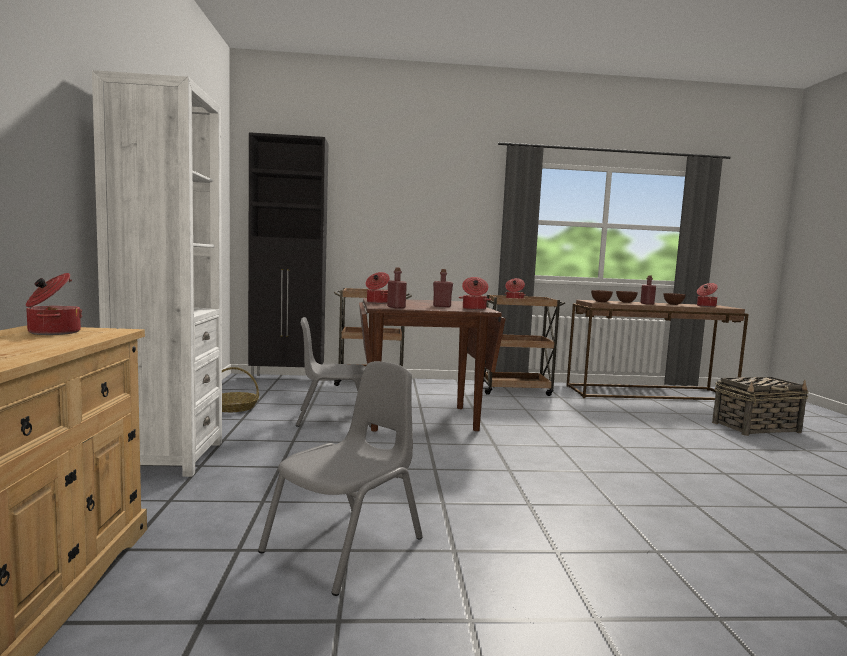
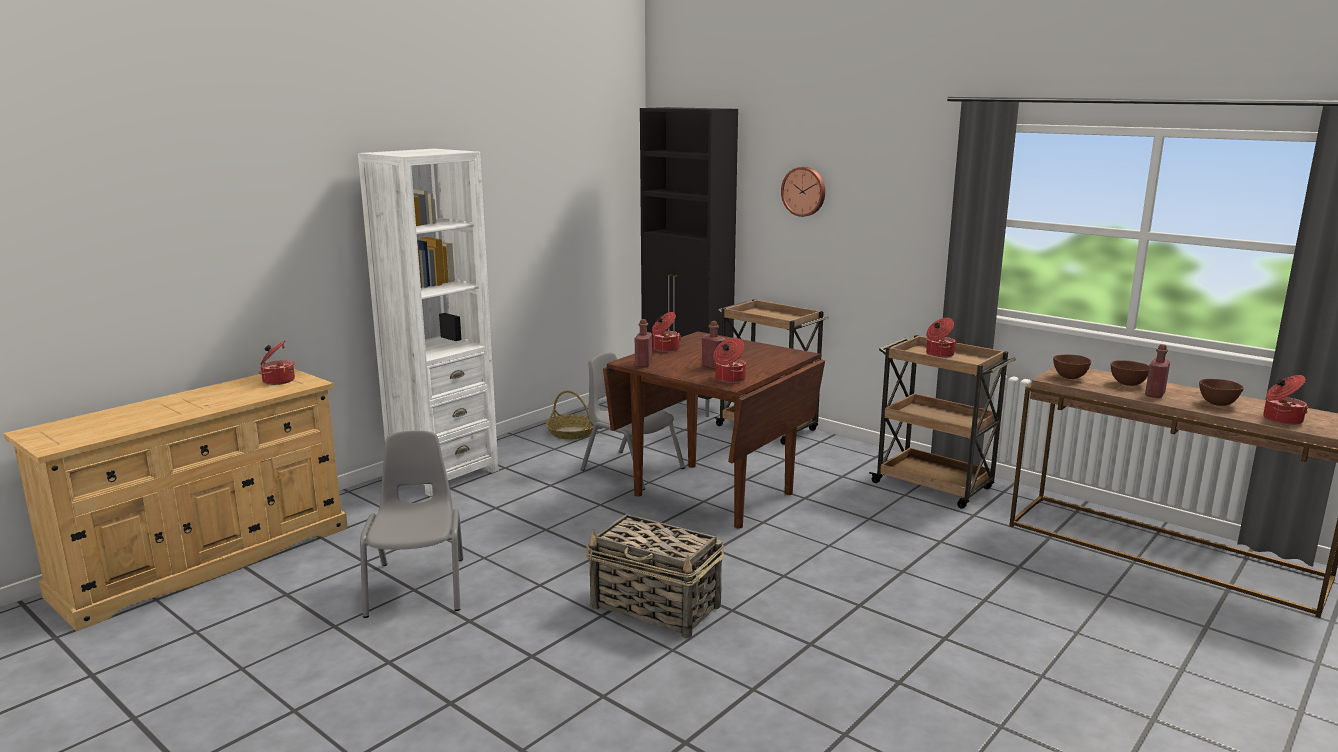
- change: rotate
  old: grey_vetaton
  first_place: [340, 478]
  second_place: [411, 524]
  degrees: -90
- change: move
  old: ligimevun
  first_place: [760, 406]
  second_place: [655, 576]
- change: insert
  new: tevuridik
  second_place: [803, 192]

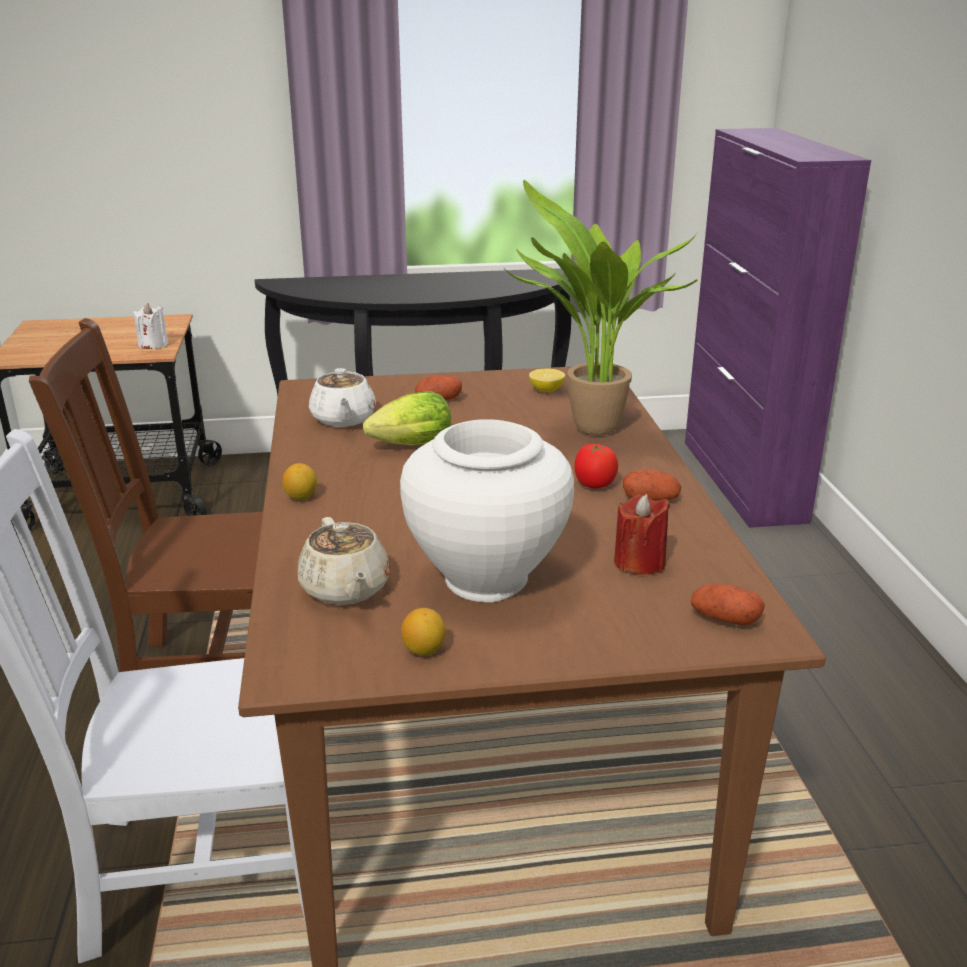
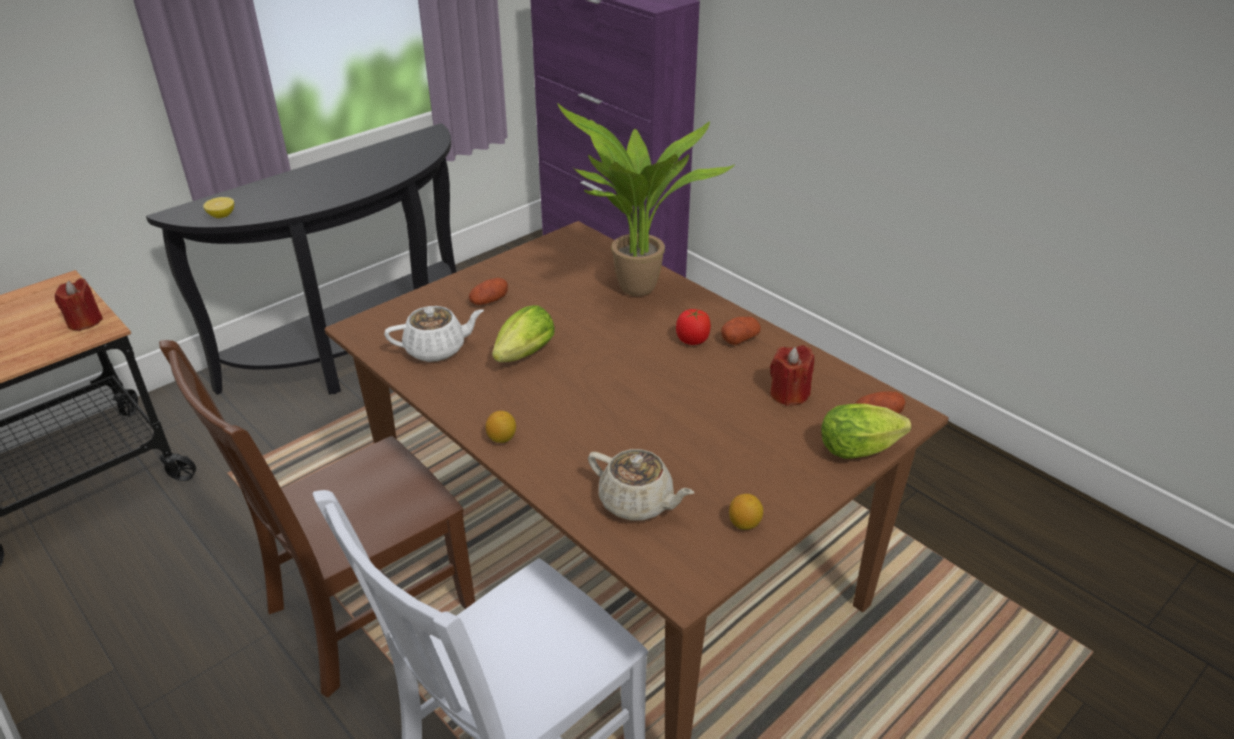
- change: recolor
  old: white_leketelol
  new: red_leketelol
  first_place: [150, 326]
  second_place: [79, 304]
- change: rotate
  old: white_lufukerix
  first_place: [342, 397]
  second_place: [434, 334]
  degrees: -60
- change: move
  old: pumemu
  first_place: [547, 380]
  second_place: [218, 207]
- change: delete
  old: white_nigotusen
  first_place: [487, 511]
- change: insert
  new: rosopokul
  second_place: [866, 431]

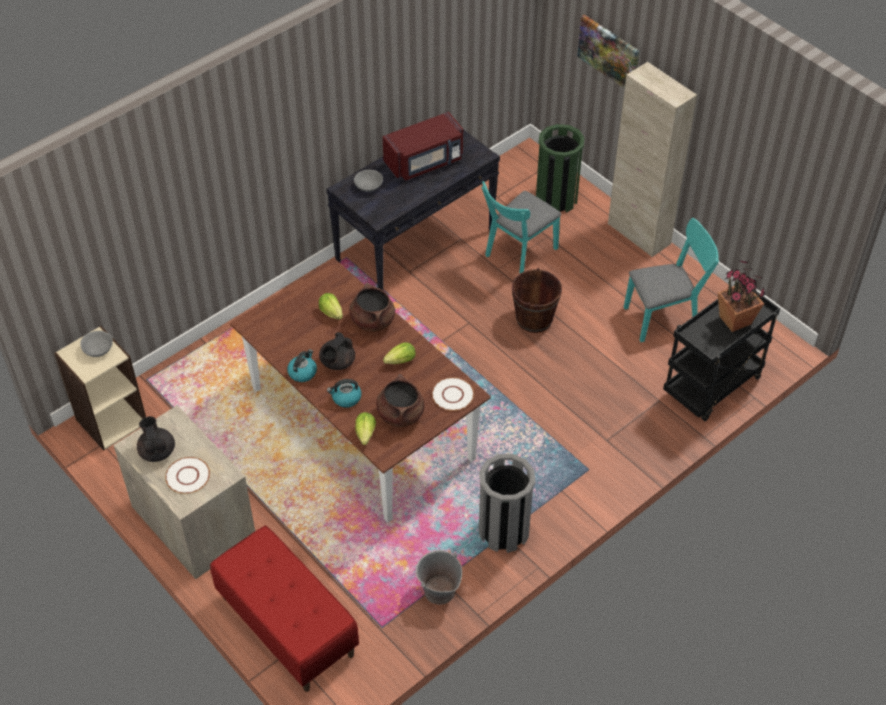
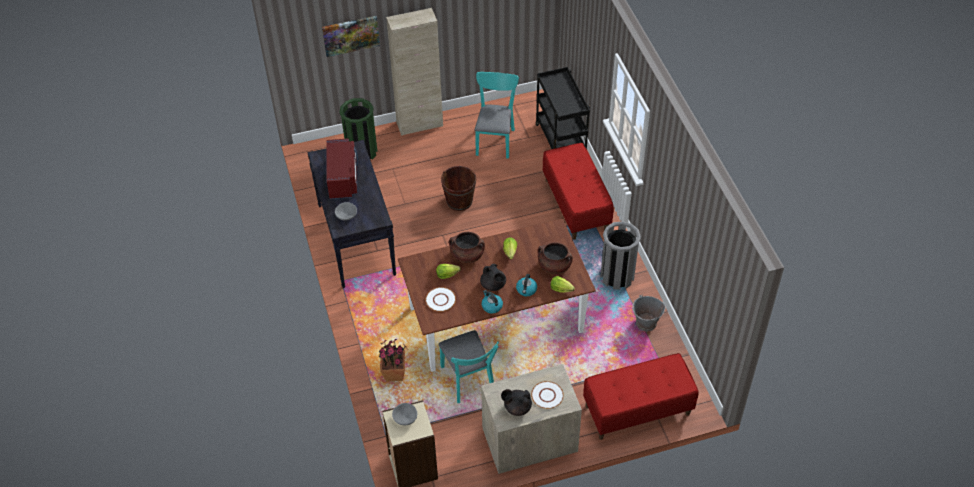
- change: move
  old: turquoise_vetaton
  first_place: [521, 227]
  second_place: [469, 366]
- change: move
  old: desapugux
  first_place: [741, 296]
  second_place: [392, 360]
- change: move
  old: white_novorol
  first_place: [453, 394]
  second_place: [441, 299]
- change: insert
  new: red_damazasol
  second_place: [578, 191]

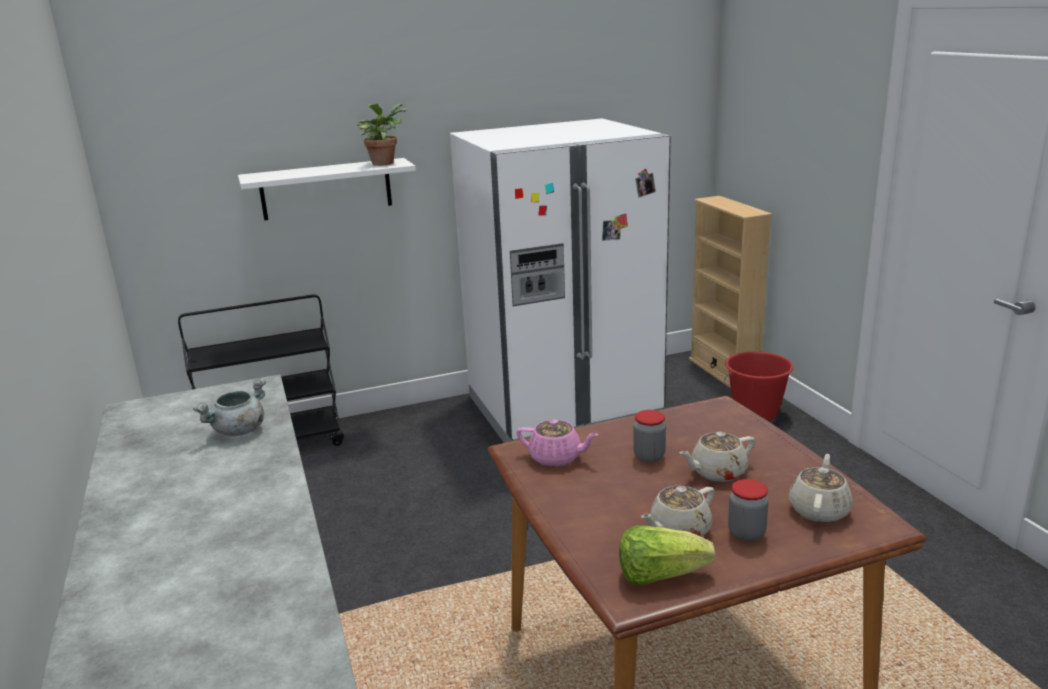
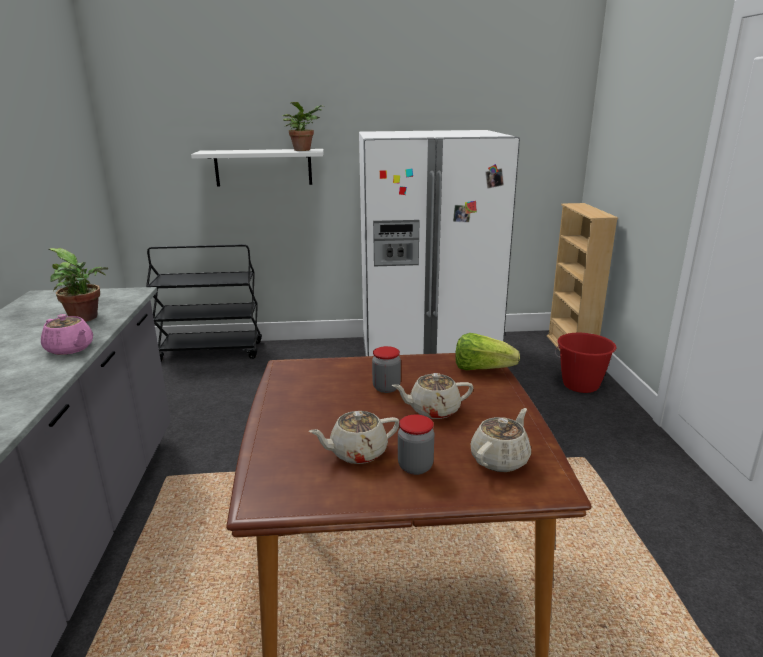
- change: replace
  old: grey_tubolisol
  new: desapugux
  first_place: [229, 407]
  second_place: [78, 285]
- change: move
  old: pink_lufukerix
  first_place: [558, 443]
  second_place: [67, 334]
- change: move
  old: rosopokul
  first_place: [667, 555]
  second_place: [487, 351]

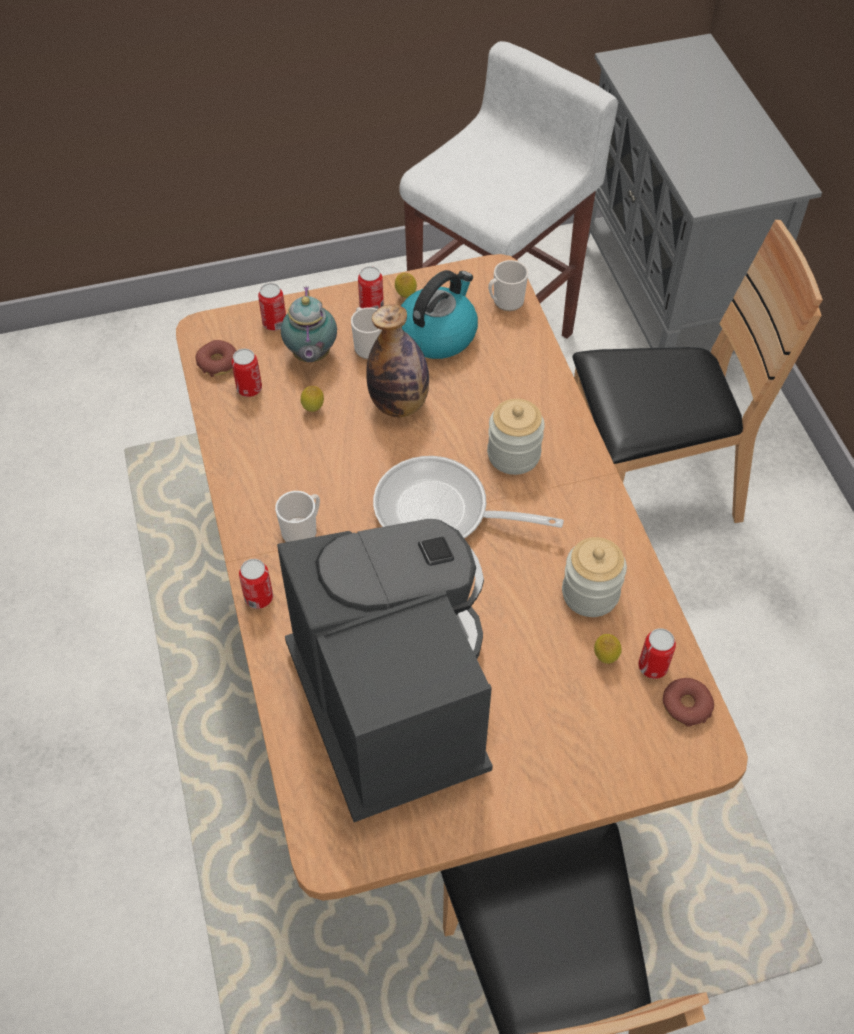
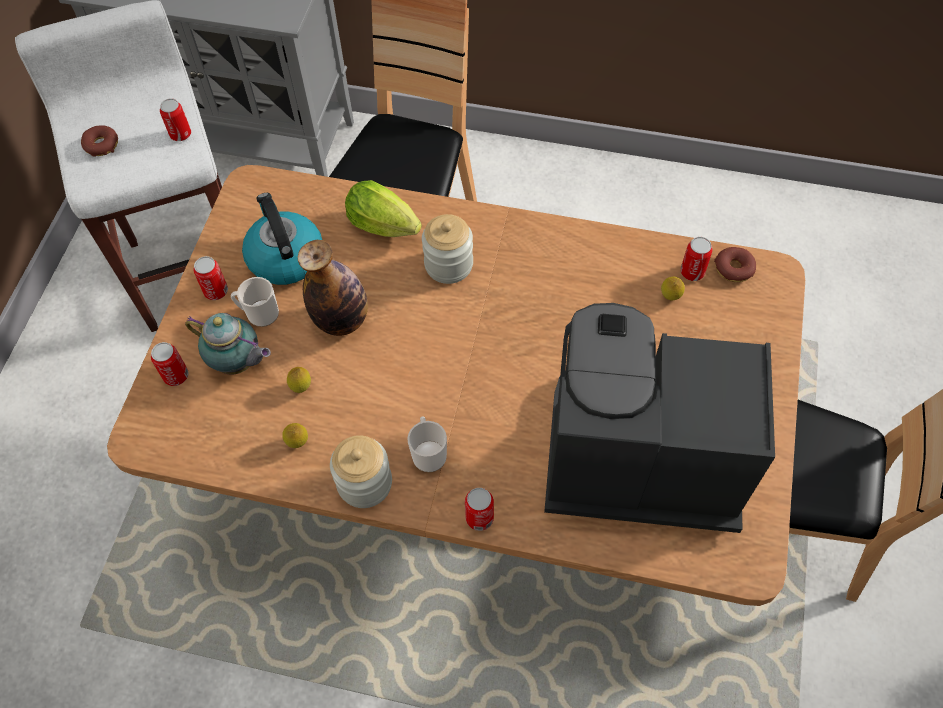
- change: delete
  old: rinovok
  first_place: [508, 285]
- change: move
  old: pumemu
  first_place: [406, 285]
  second_place: [295, 435]
- change: move
  old: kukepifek
  first_place: [216, 358]
  second_place: [99, 141]
- change: move
  old: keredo
  first_place: [247, 373]
  second_place: [175, 120]
- change: delete
  old: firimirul
  first_place: [468, 497]
- change: move
  old: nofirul
  first_place: [594, 577]
  second_place: [361, 471]
- change: insert
  new: rosopokul
  second_place: [383, 208]

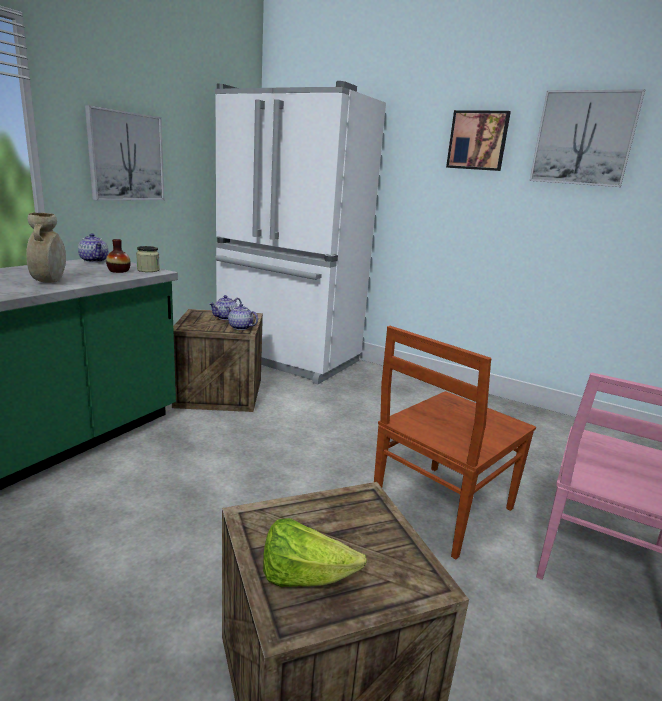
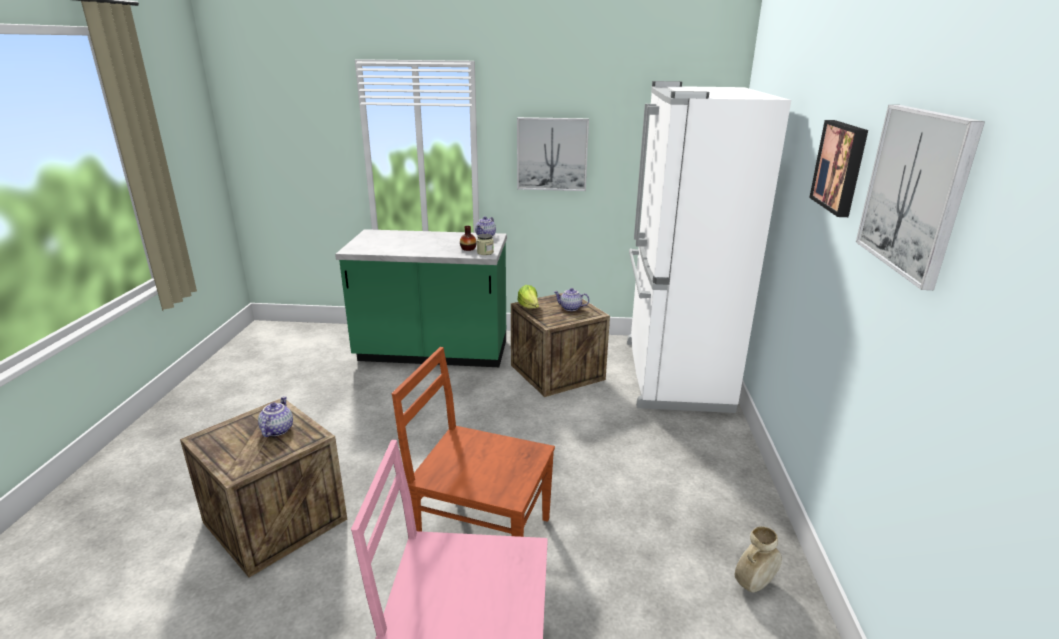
- change: move
  old: beige_nigotusen
  first_place: [46, 248]
  second_place: [758, 559]
- change: move
  old: lufukerix
  first_place: [241, 317]
  second_place: [275, 416]
- change: move
  old: rosopokul
  first_place: [315, 552]
  second_place: [528, 297]

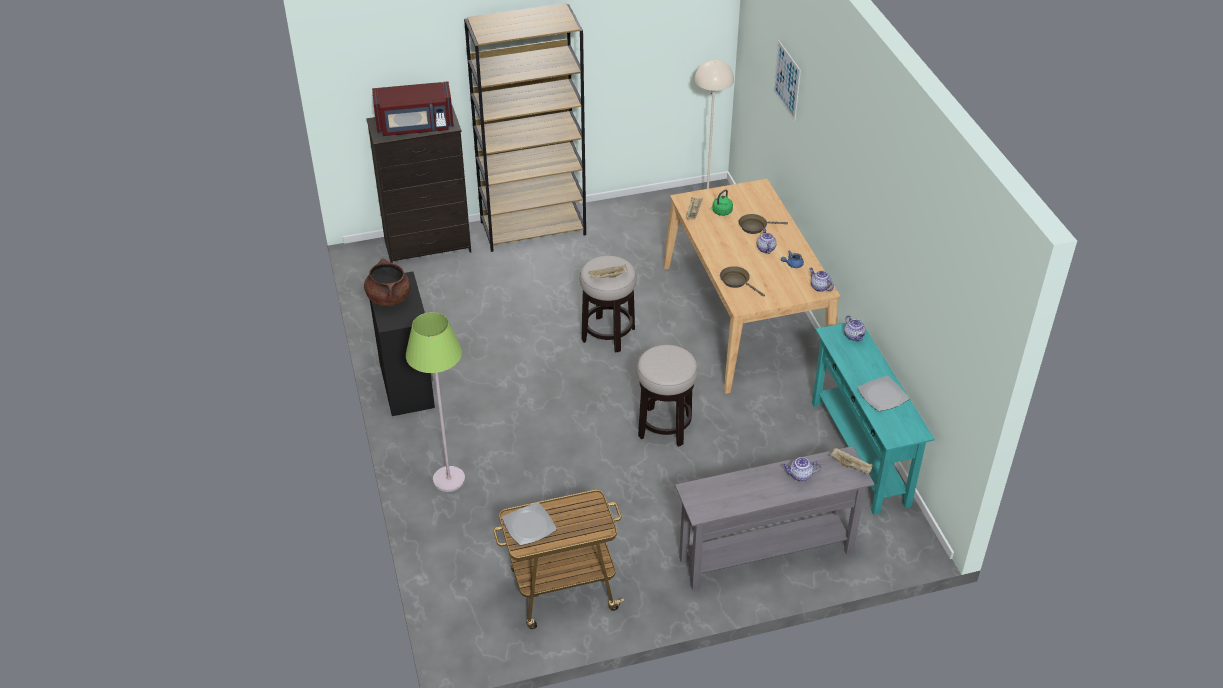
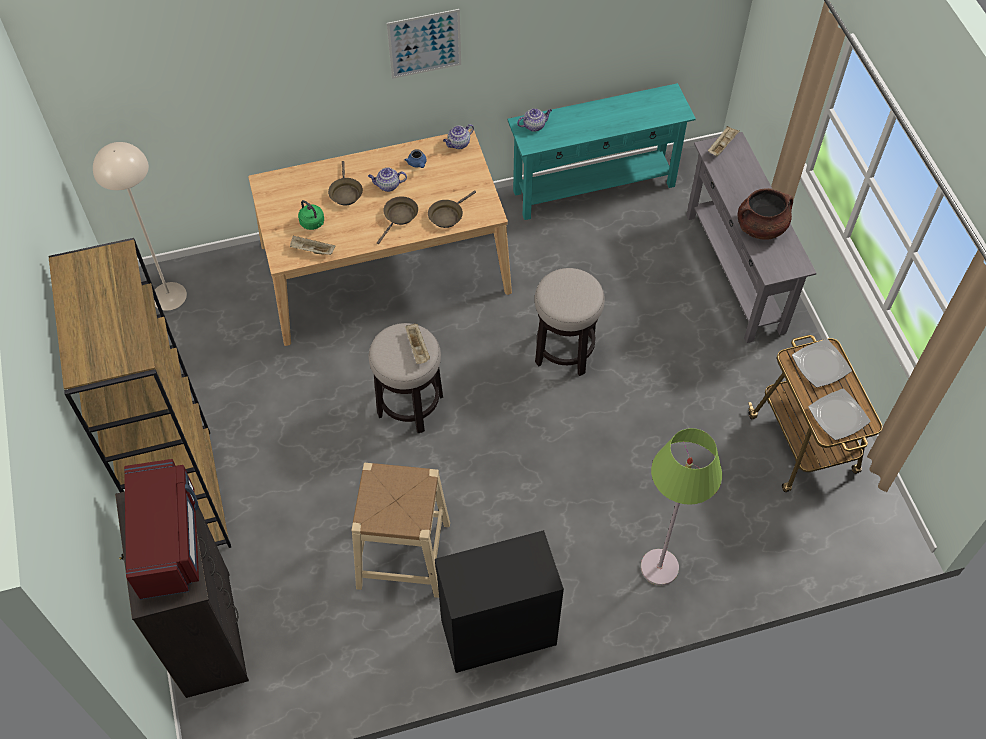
- change: move
  old: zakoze
  first_place: [787, 81]
  second_place: [424, 44]
- change: move
  old: brown_tubolisol
  first_place: [387, 282]
  second_place: [765, 214]
- change: move
  old: novorol
  first_place: [883, 393]
  second_place: [822, 363]
- change: delete
  old: lufukerix
  first_place: [802, 469]
- change: insert
  new: brown_firimirul
  second_place: [397, 220]
- change: insert
  new: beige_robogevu
  second_place: [400, 530]

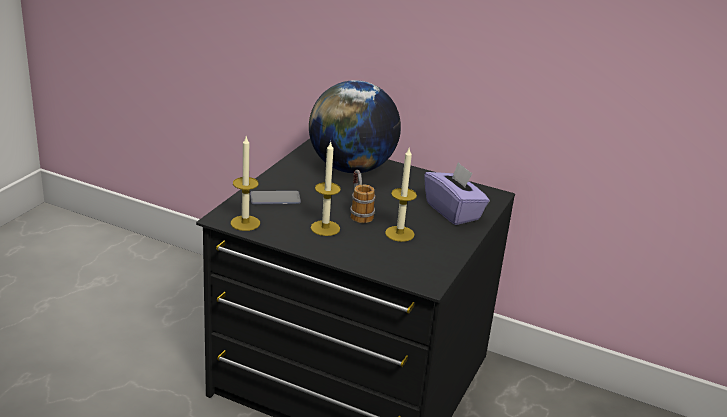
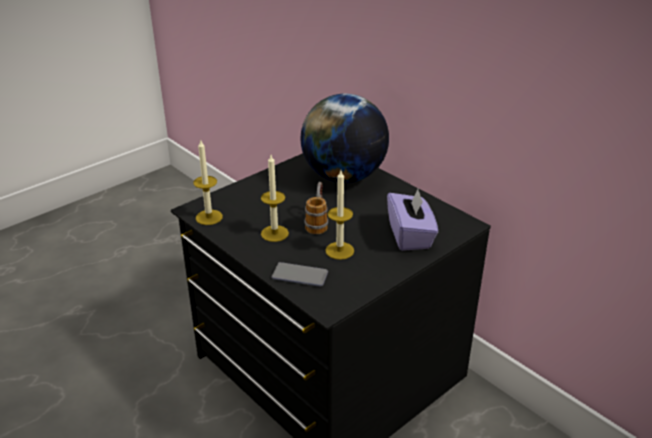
- change: move
  old: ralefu
  first_place: [275, 198]
  second_place: [299, 274]

